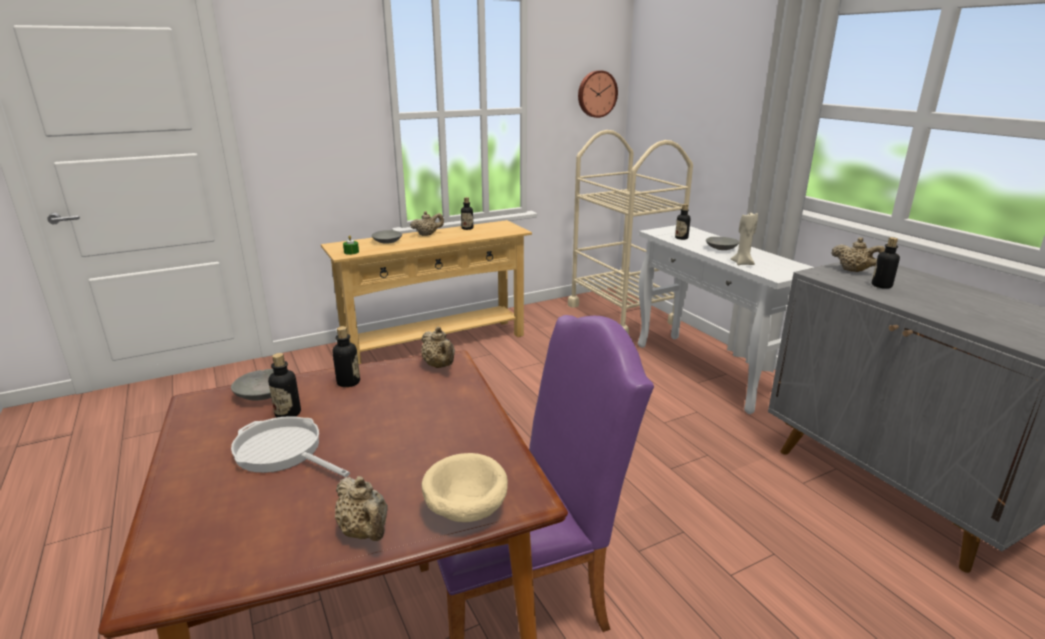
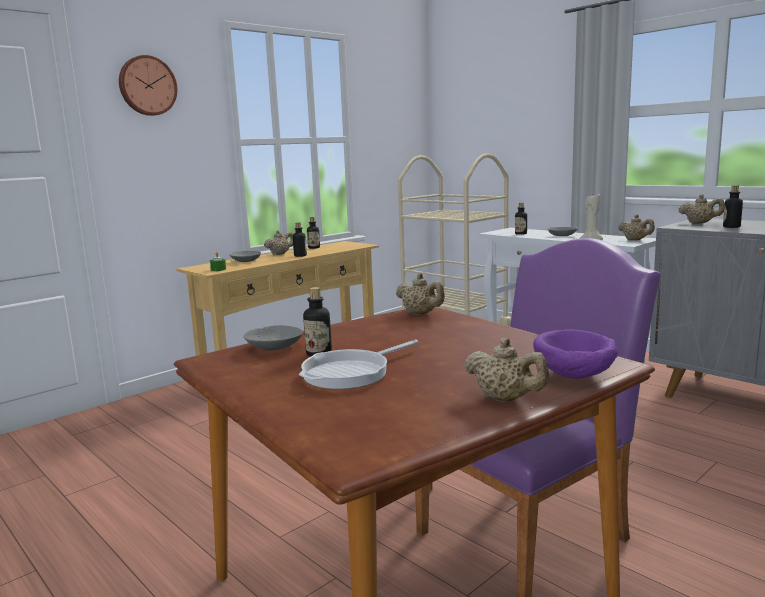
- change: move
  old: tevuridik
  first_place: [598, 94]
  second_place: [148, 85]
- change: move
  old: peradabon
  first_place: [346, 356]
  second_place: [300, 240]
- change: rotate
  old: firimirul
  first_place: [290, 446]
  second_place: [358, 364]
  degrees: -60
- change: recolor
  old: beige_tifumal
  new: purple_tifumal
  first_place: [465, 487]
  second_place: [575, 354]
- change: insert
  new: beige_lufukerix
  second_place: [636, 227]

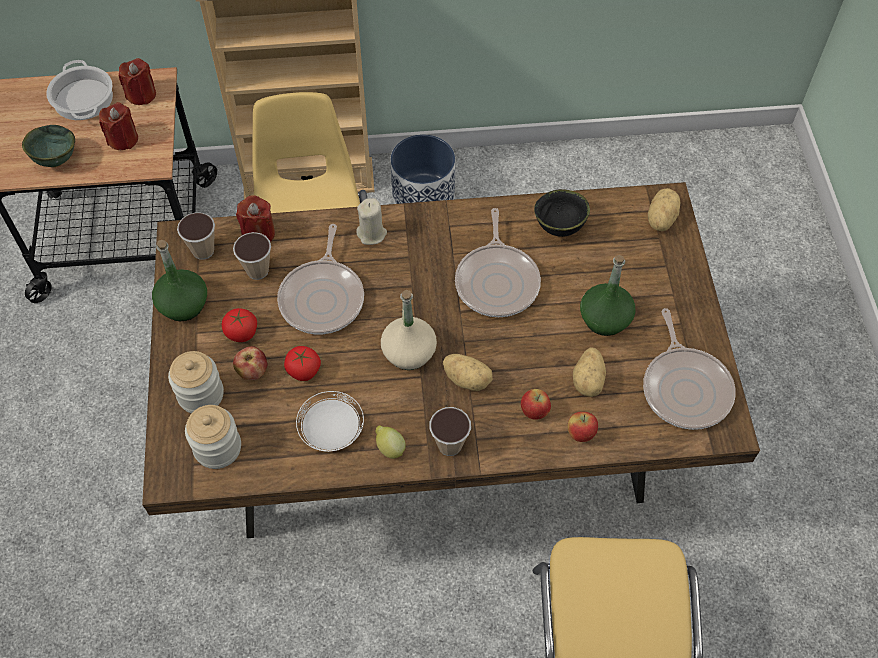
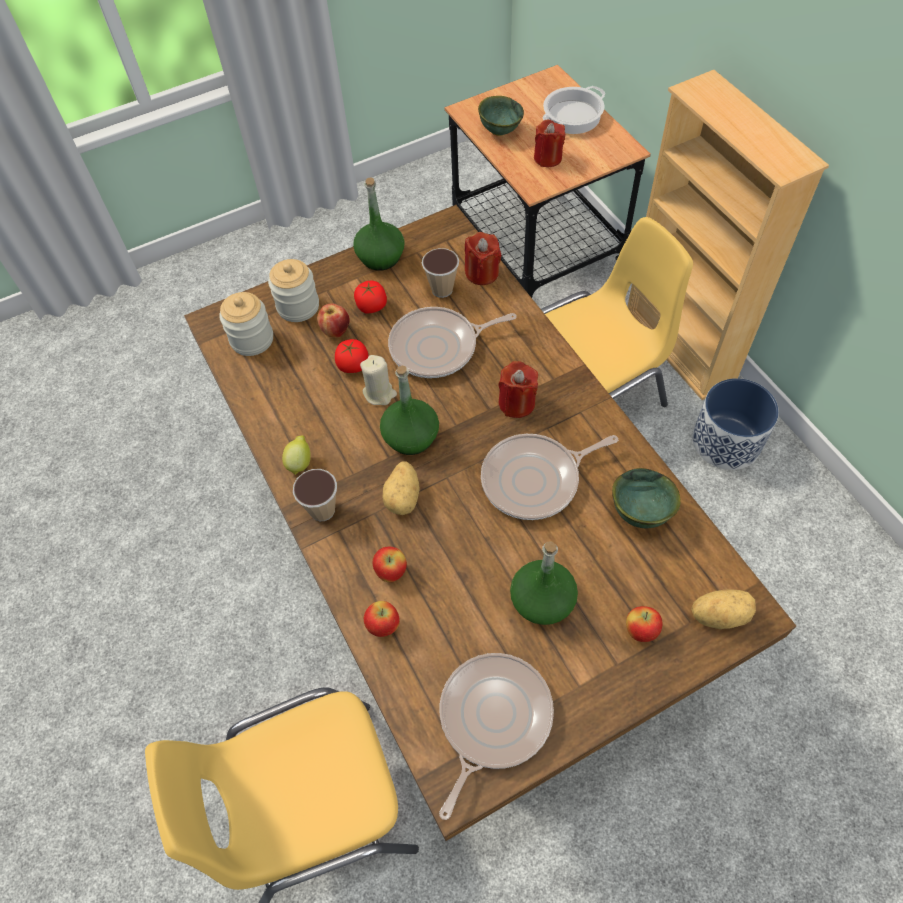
- change: move
  old: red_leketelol
  first_place: [137, 81]
  second_place: [518, 389]
- change: recolor
  old: black_tifumal
  new: green_tifumal
  first_place: [562, 213]
  second_place: [646, 498]
- change: move
  old: beige_leketelol
  first_place: [371, 221]
  second_place: [378, 380]
- change: delete
  old: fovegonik
  first_place: [196, 236]
- change: recolor
  old: beige_peradabon
  new: green_peradabon
  first_place: [409, 330]
  second_place: [409, 410]
- change: rotate
  old: firimirul
  first_place: [689, 369]
  second_place: [496, 736]
  degrees: 150
- change: delete
  old: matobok
  first_place: [589, 372]
- change: delete
  old: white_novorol
  first_place: [330, 421]
- change: insert
  new: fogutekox
  second_place: [644, 624]

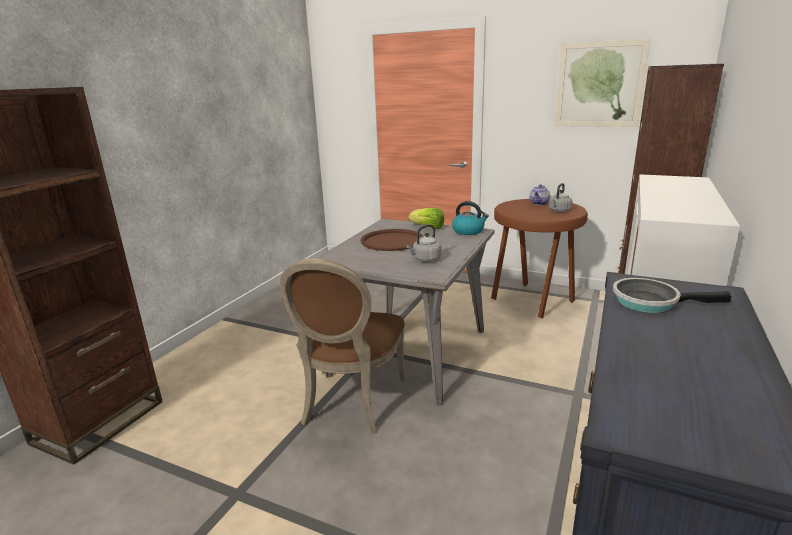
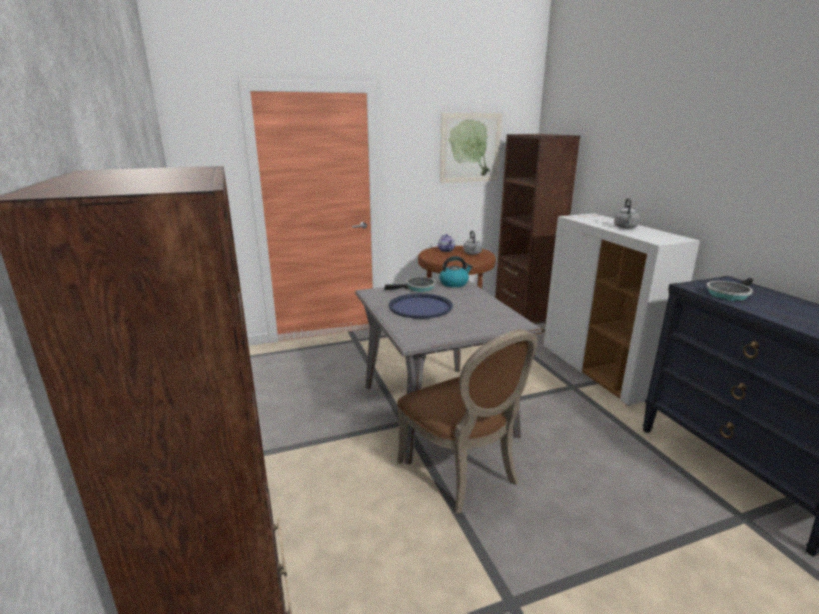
- change: replace
  old: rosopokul
  new: firimirul
  first_place: [426, 218]
  second_place: [410, 284]
- change: move
  old: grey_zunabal
  first_place: [424, 243]
  second_place: [627, 213]
- change: recolor
  old: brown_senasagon
  new: blue_senasagon
  first_place: [391, 240]
  second_place: [421, 306]

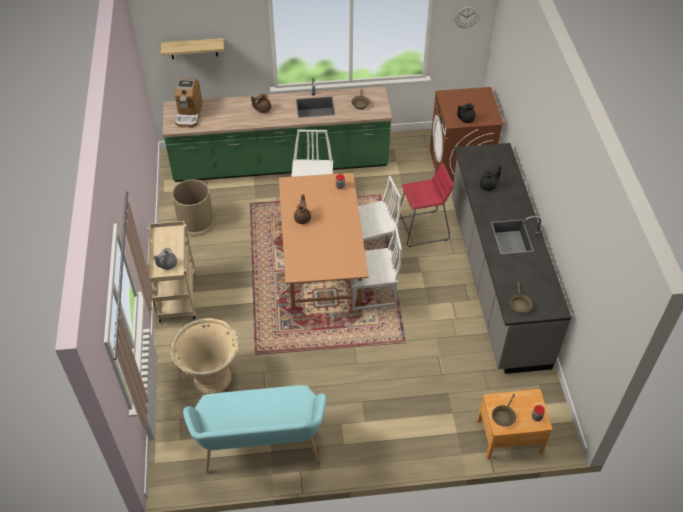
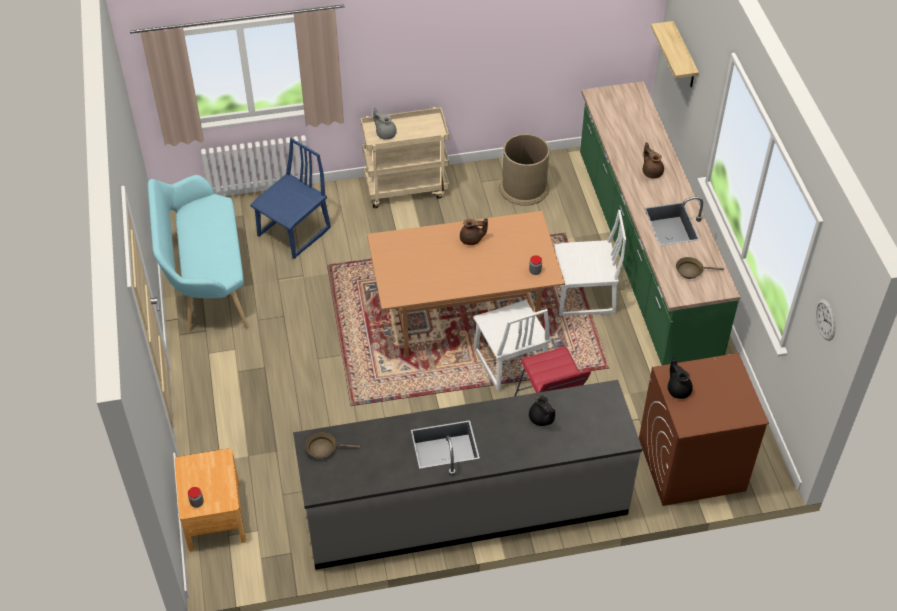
- change: delete
  old: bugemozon
  first_place: [189, 103]
- change: delete
  old: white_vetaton
  first_place: [374, 267]
- change: replace
  old: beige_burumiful
  new: blue_vetaton
  first_place: [204, 356]
  second_place: [290, 198]
- change: delete
  old: brown_firimirul
  first_place: [504, 410]

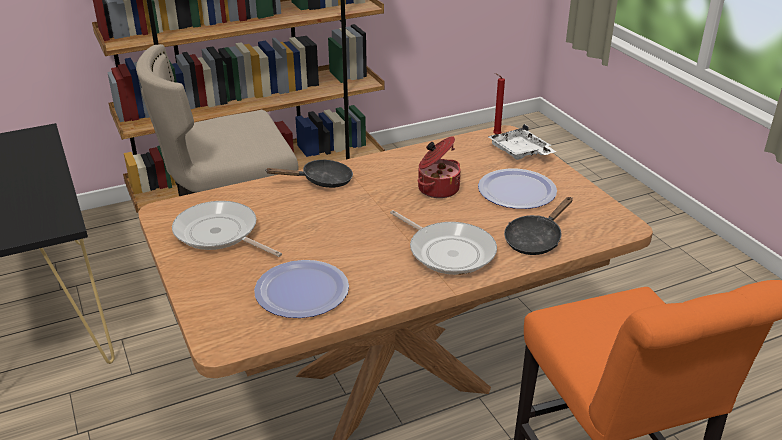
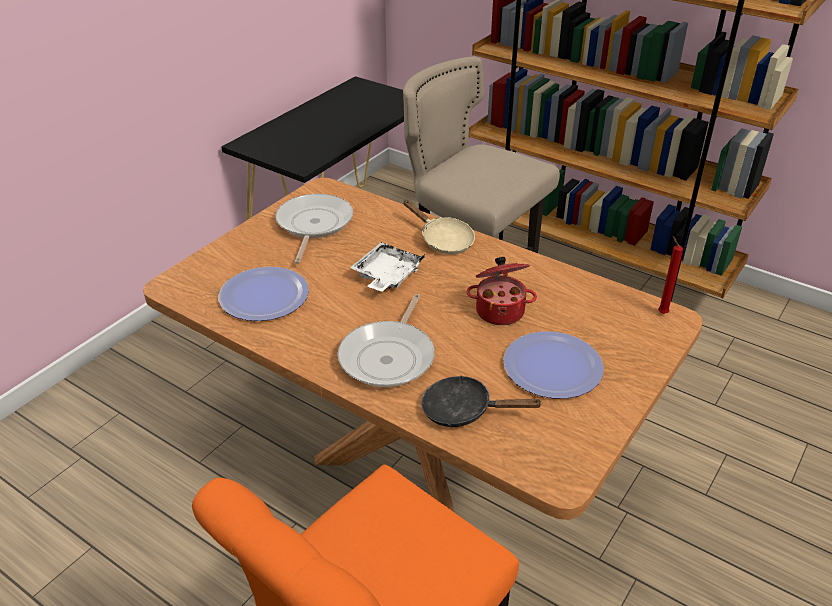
- change: move
  old: white_senasagon
  first_place: [522, 142]
  second_place: [387, 267]
- change: recolor
  old: black_firimirul
  new: beige_firimirul
  first_place: [309, 173]
  second_place: [439, 227]

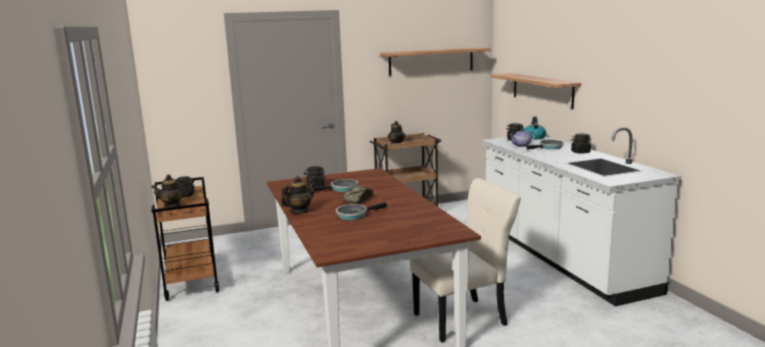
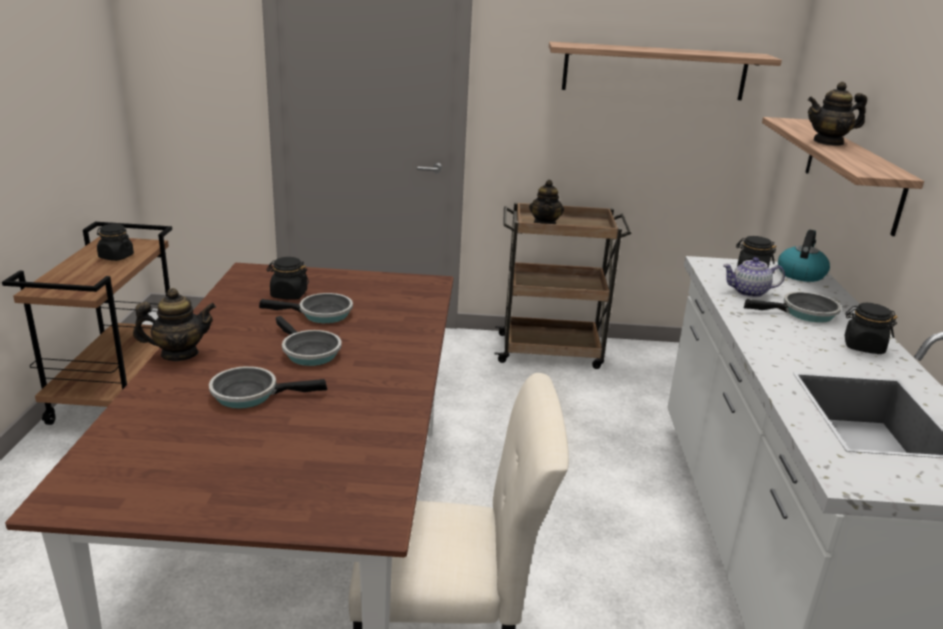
- change: move
  old: lufukerix
  first_place: [170, 191]
  second_place: [837, 114]
- change: replace
  old: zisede
  new: firimirul
  first_place: [358, 195]
  second_place: [308, 341]

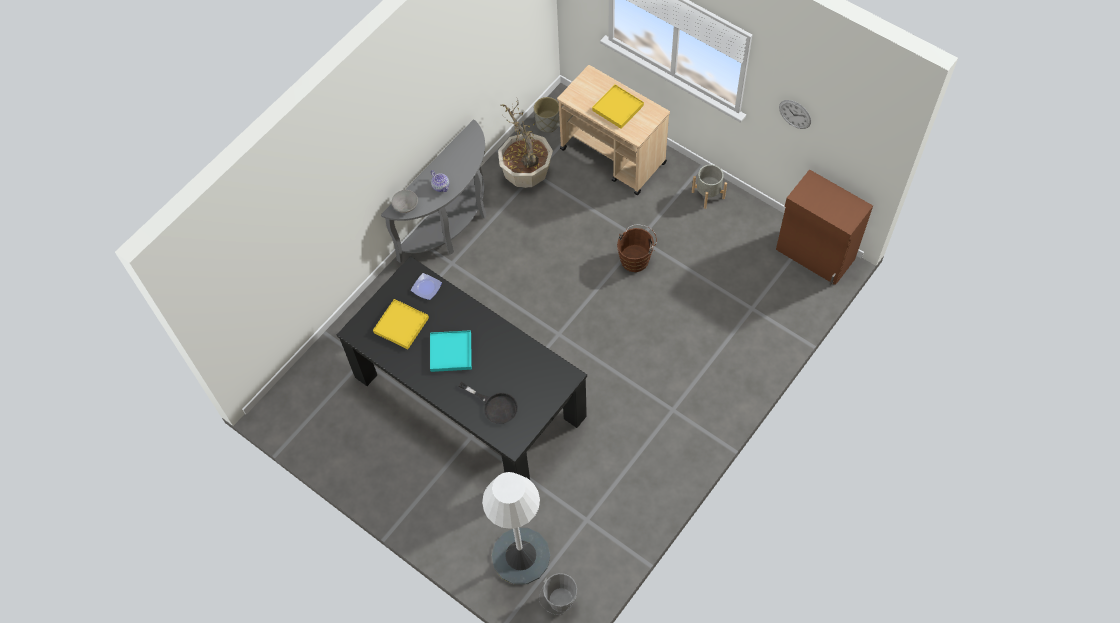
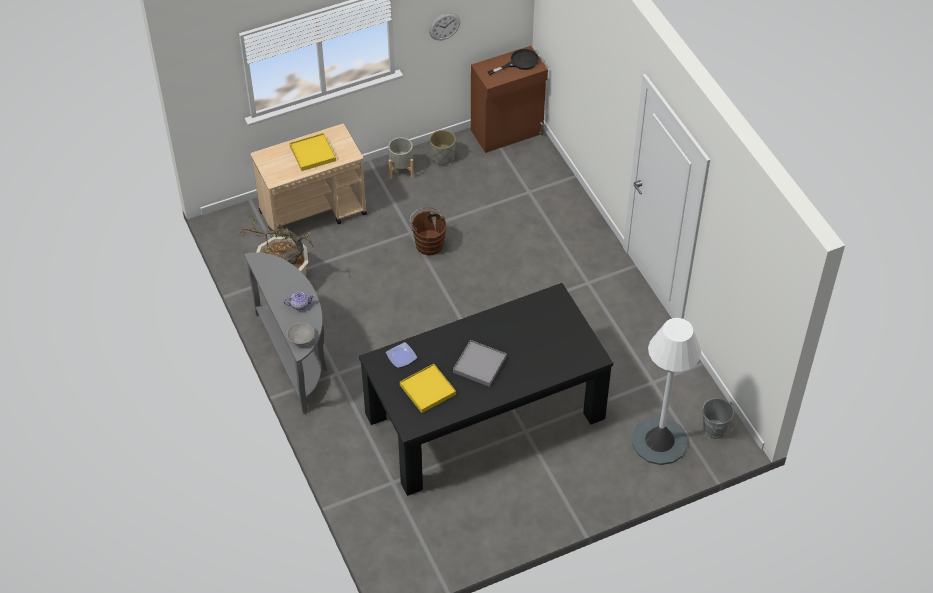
- change: move
  old: grey_burumiful
  first_place: [546, 114]
  second_place: [443, 148]
- change: recolor
  old: turquoise_senasagon
  new: grey_senasagon
  first_place: [451, 351]
  second_place: [480, 363]
- change: move
  old: black_firimirul
  first_place: [488, 403]
  second_place: [513, 62]

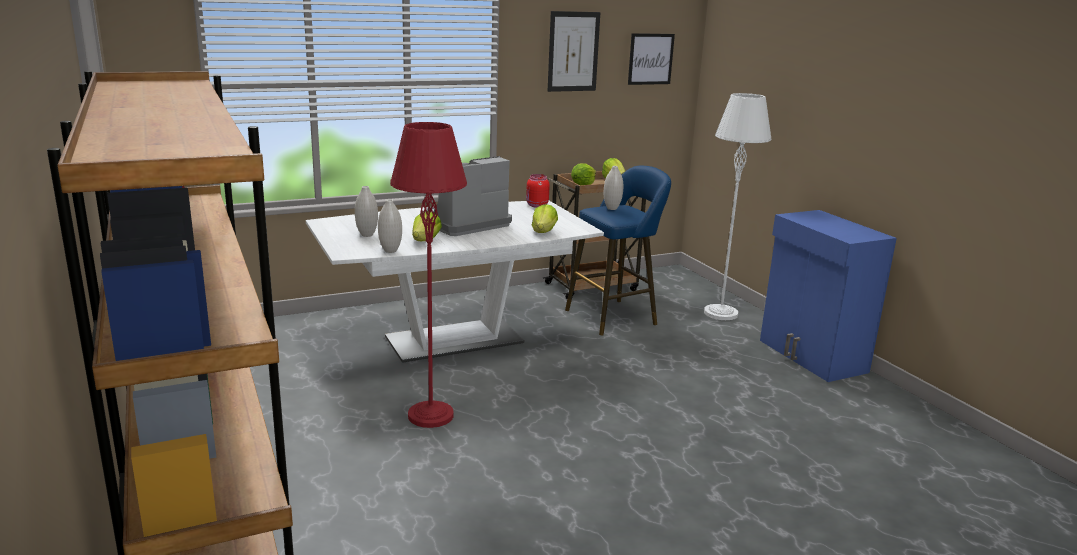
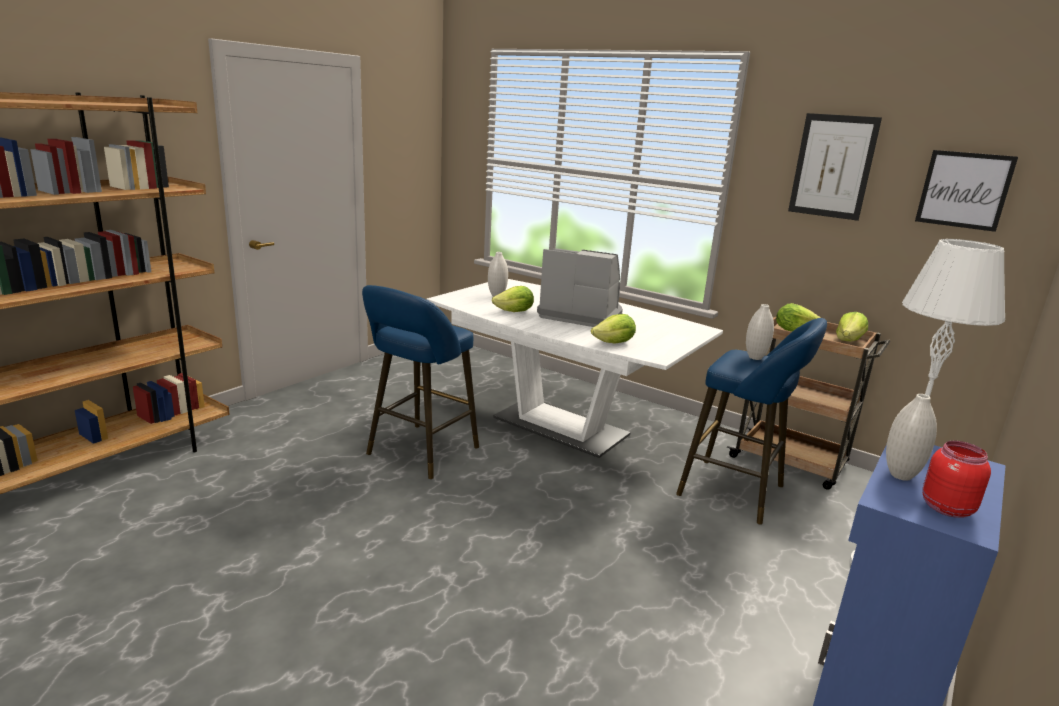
- change: replace
  old: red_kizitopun
  new: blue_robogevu
  first_place: [428, 275]
  second_place: [420, 382]
- change: move
  old: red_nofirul
  first_place: [538, 191]
  second_place: [956, 479]
- change: move
  old: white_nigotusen
  first_place: [390, 226]
  second_place: [911, 437]

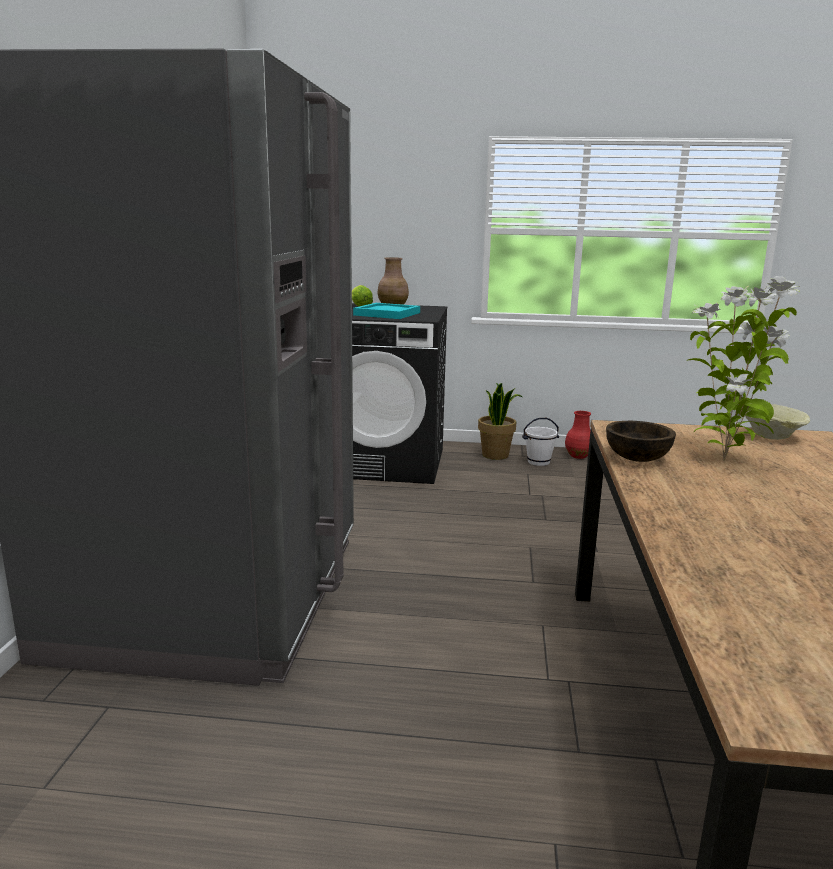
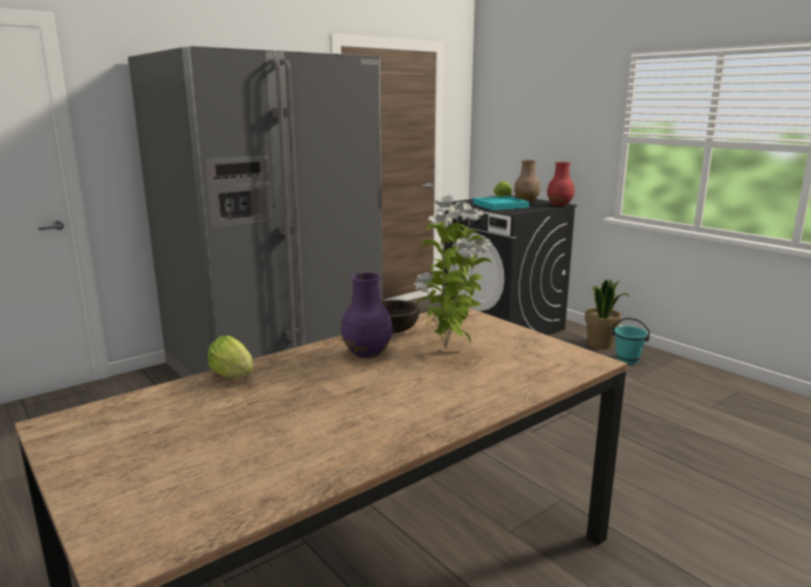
- change: delete
  old: beige_tifumal
  first_place: [777, 422]
- change: move
  old: red_nigotusen
  first_place: [578, 435]
  second_place: [560, 184]
- change: recolor
  old: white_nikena
  new: turquoise_nikena
  first_place: [540, 442]
  second_place: [631, 341]
- change: insert
  new: purple_nigotusen
  second_place: [367, 315]
- change: insert
  new: rosopokul
  second_place: [231, 357]

